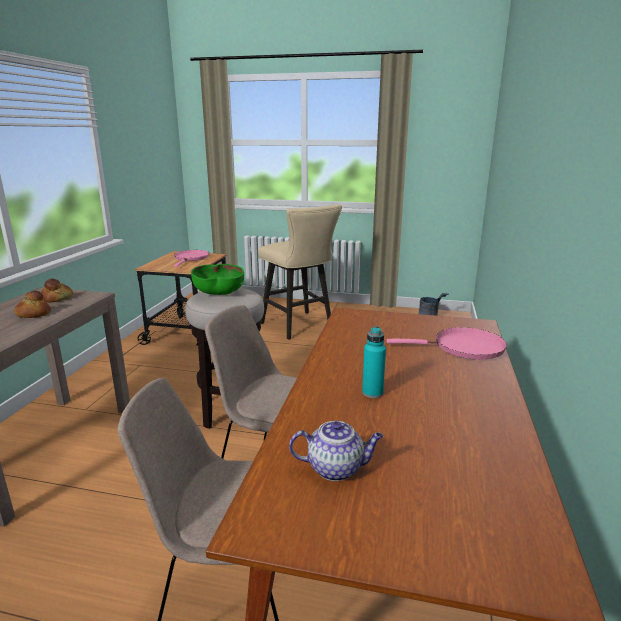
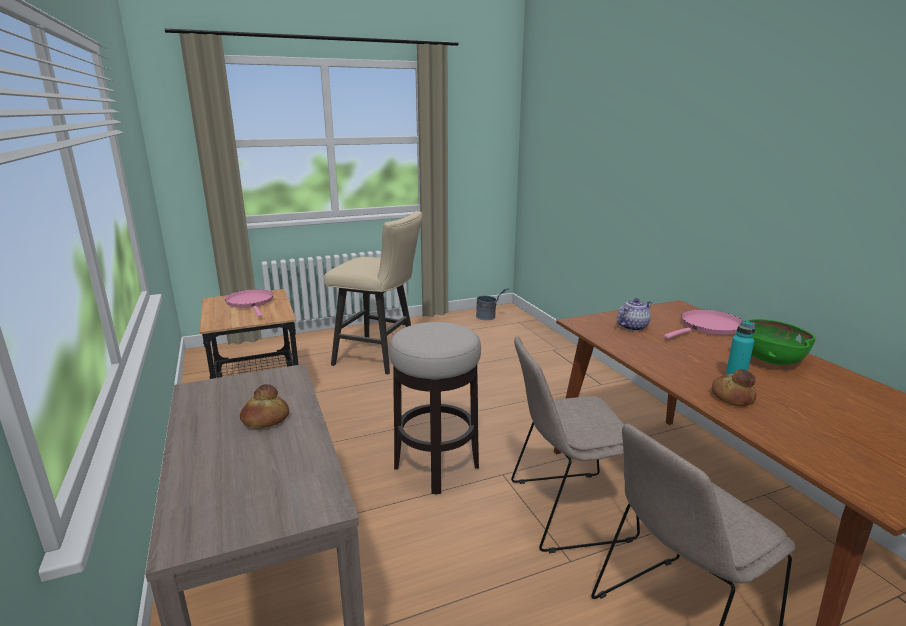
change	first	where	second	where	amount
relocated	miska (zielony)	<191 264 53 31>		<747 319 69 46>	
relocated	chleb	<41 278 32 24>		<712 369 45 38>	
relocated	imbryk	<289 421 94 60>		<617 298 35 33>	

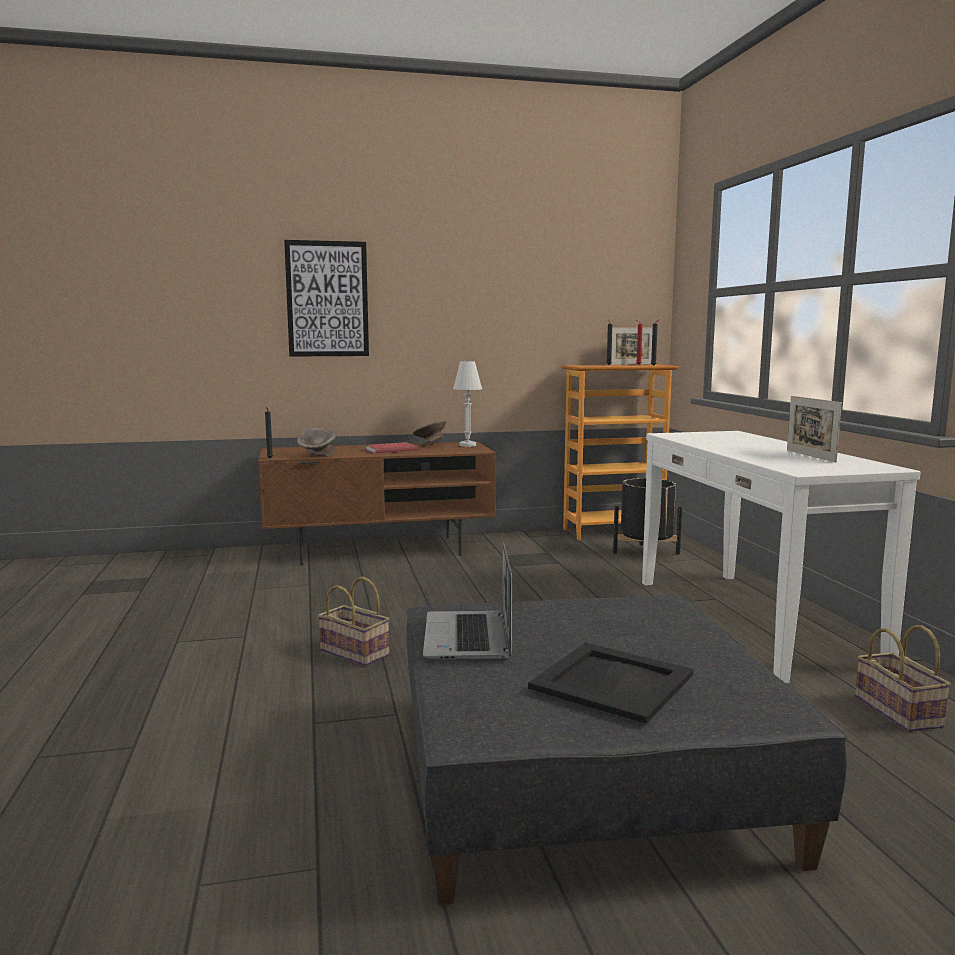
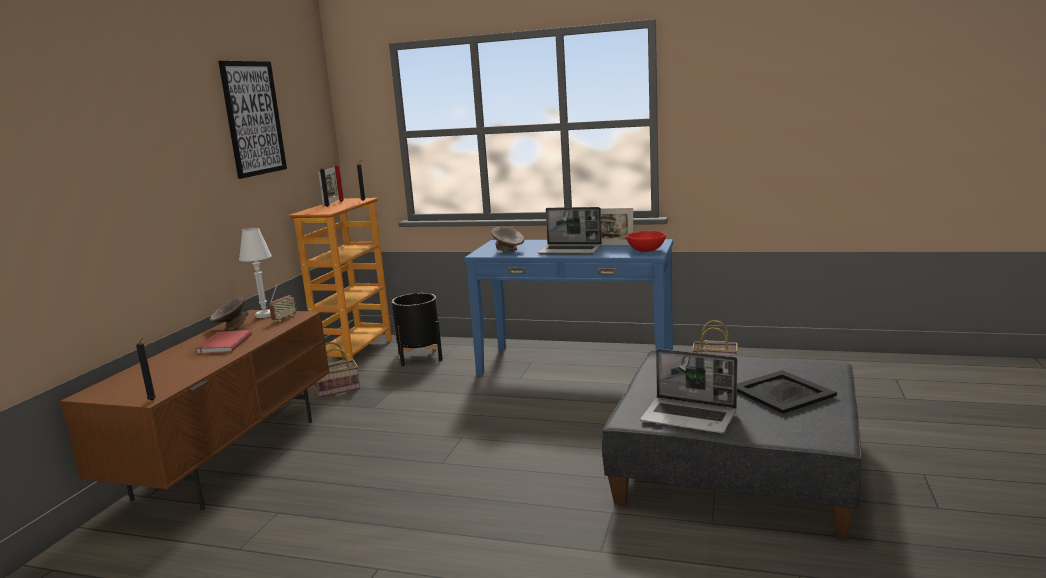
change	first	where	second	where	amount
relocated	obraz	<284 240 85 117>		<218 61 69 118>	
relocated	miska (szary)	<297 427 40 30>		<491 227 33 25>	
colour	stolik konsolowy (biały)	<642 431 279 252>	stolik konsolowy (niebieski)	<464 239 209 135>	
relocated	koszyk	<318 576 72 90>		<315 342 45 56>	
appeared			laptop	<537 207 65 48>	
appeared			miska (czerwony)	<626 231 40 21>	
appeared			radio	<269 284 28 37>	

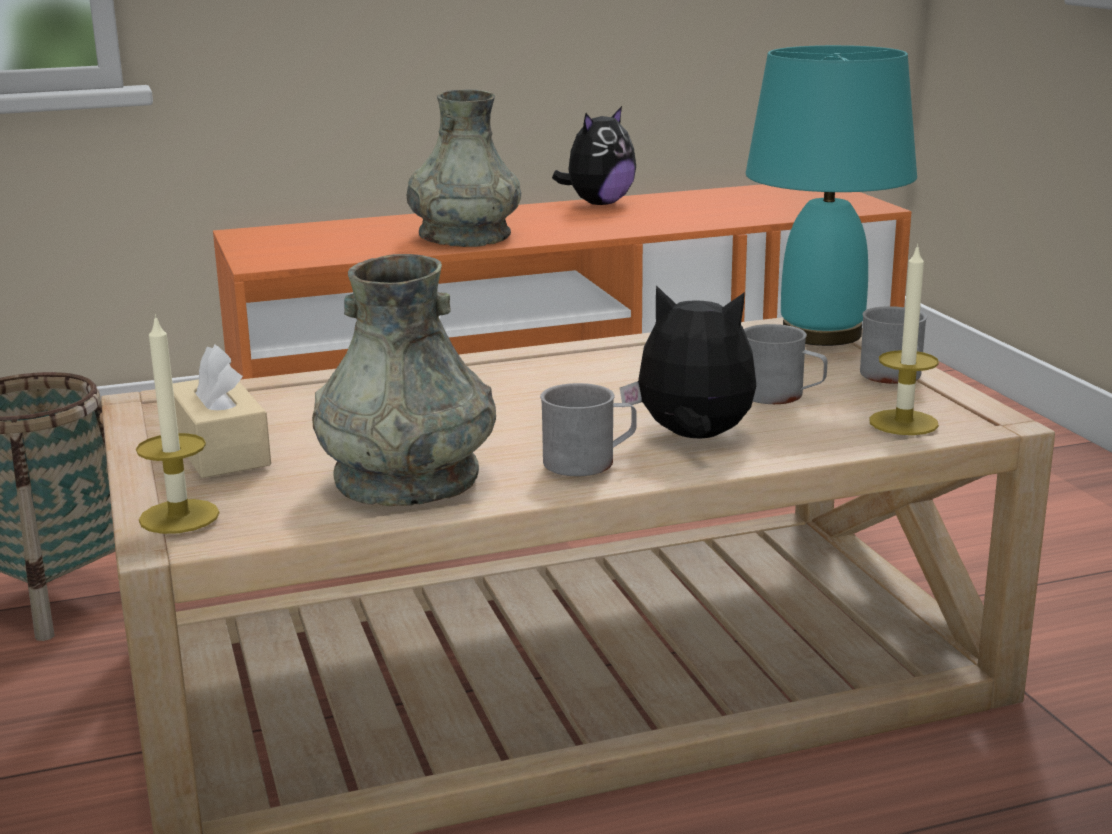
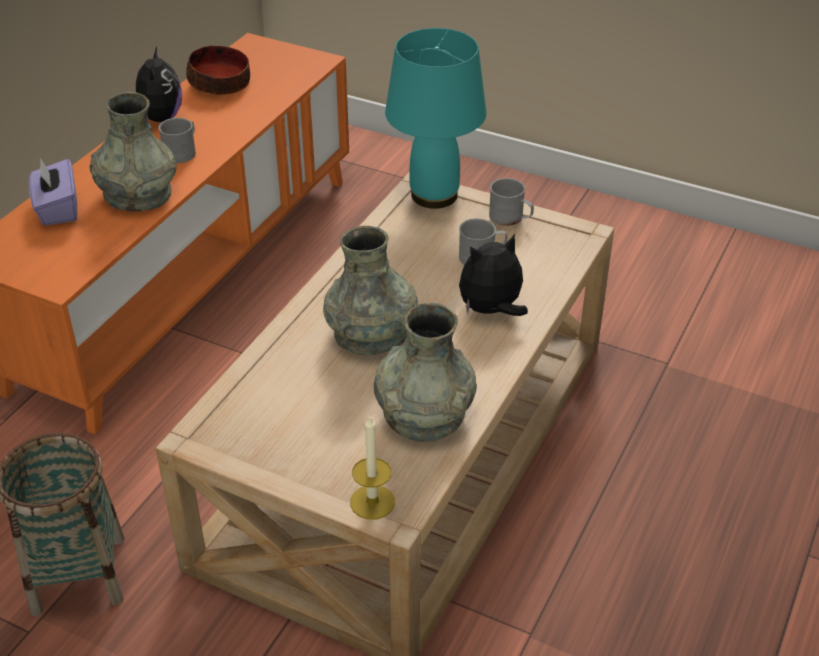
change	first	where	second	where	amount
missing	świeca	<869 244 70 191>			
missing	pudełko chusteczek (beżowy)	<173 344 98 134>			
relocated	kubek (szary)	<540 383 97 93>		<158 118 38 45>	
appeared			miska	<186 46 64 49>	
appeared			pudełko chusteczek (fioletowy)	<29 158 48 68>	
appeared			wazon (szary)	<323 226 95 129>	

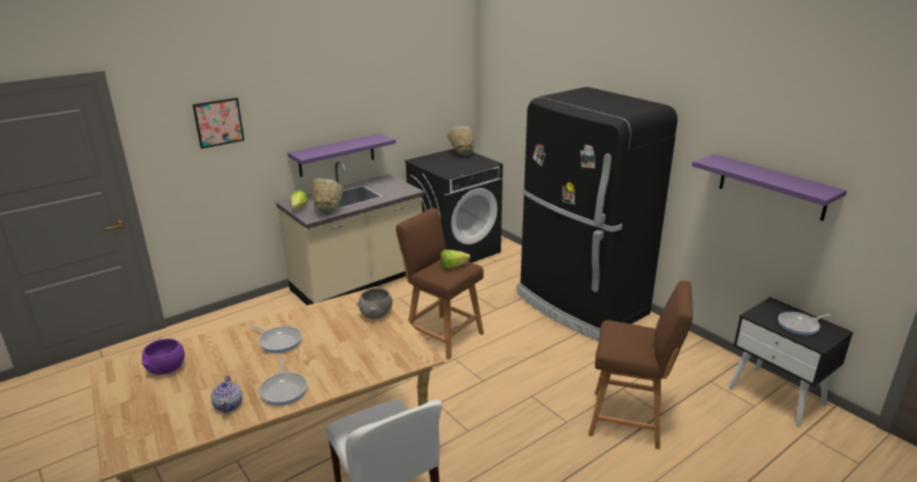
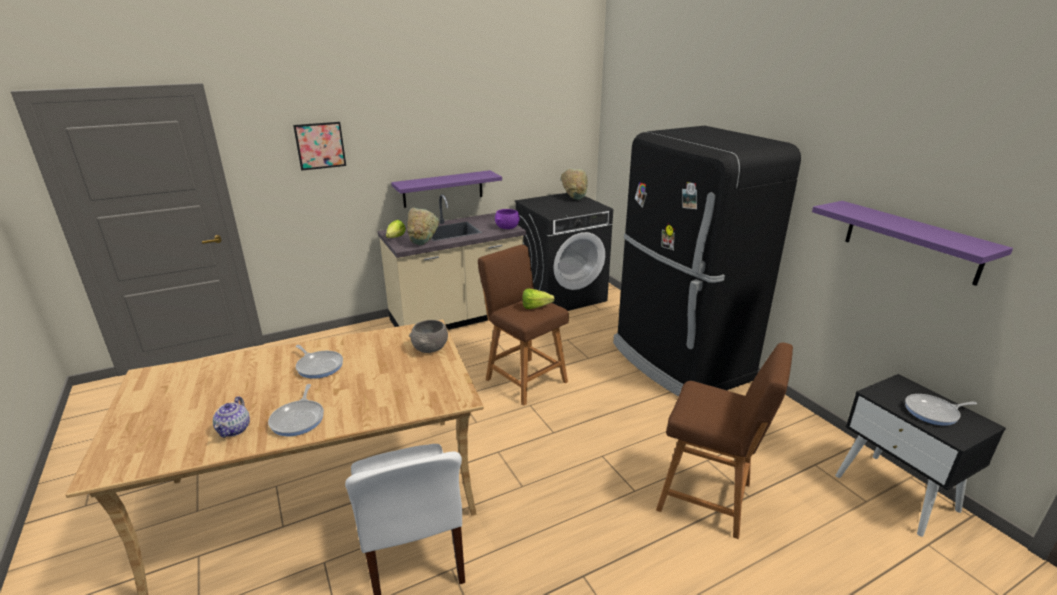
change	first	where	second	where	amount
relocated	miska (fioletowy)	<142 339 43 36>		<495 209 25 20>	

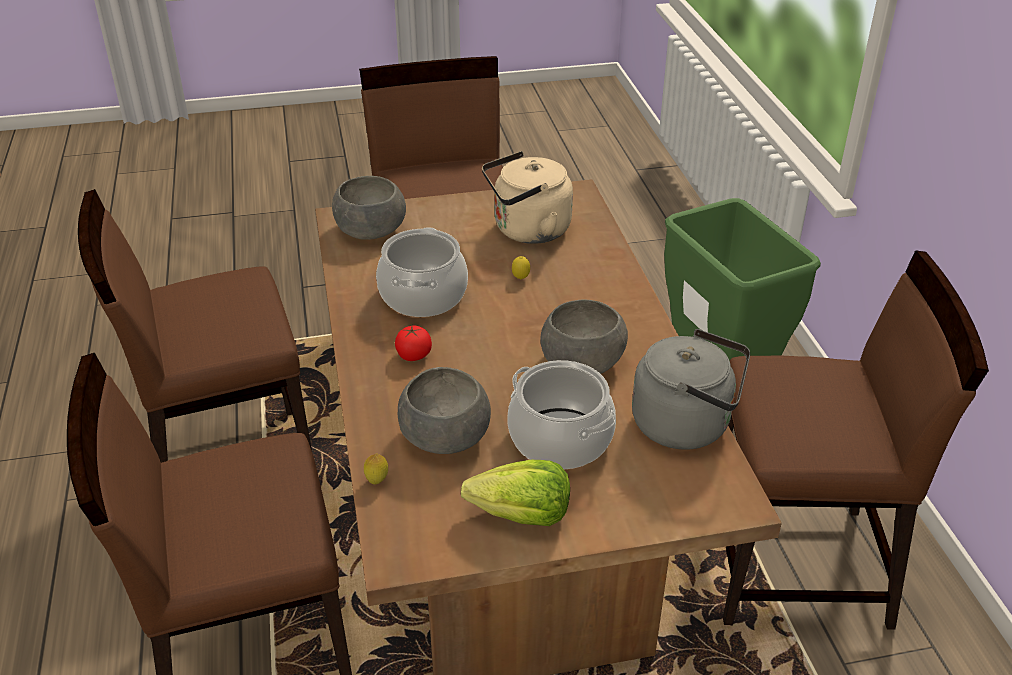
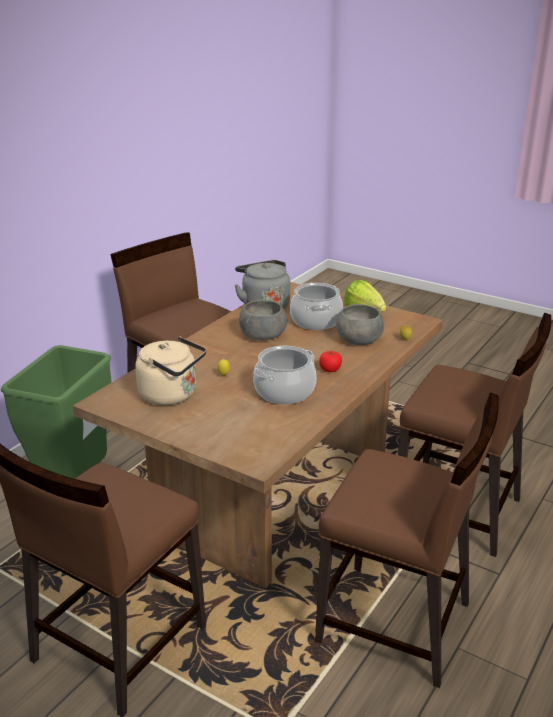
change	first	where	second	where	amount
missing	miska (szary)	<332 176 74 64>			

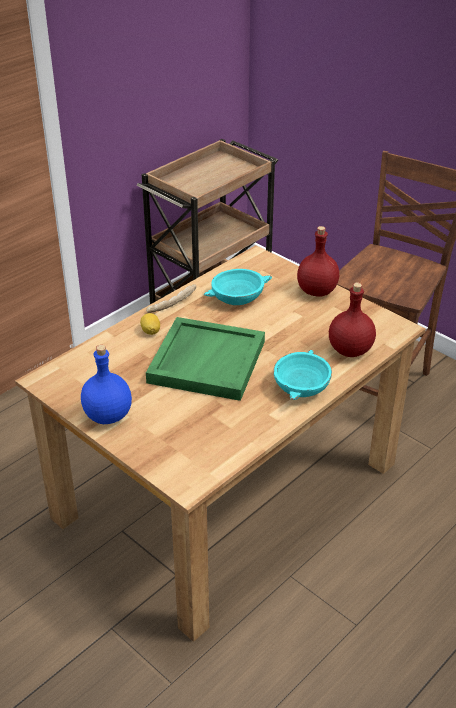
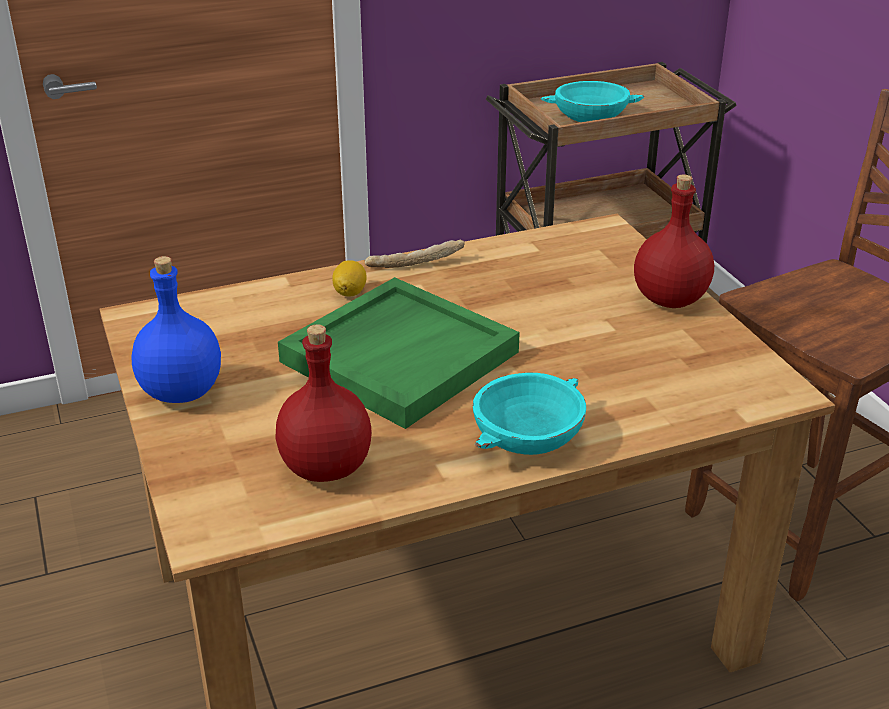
change	first	where	second	where	amount
relocated	miska (turkusowy)	<204 269 68 36>		<541 81 103 41>	
relocated	butelka (czerwony)	<329 282 47 75>		<275 324 97 158>	

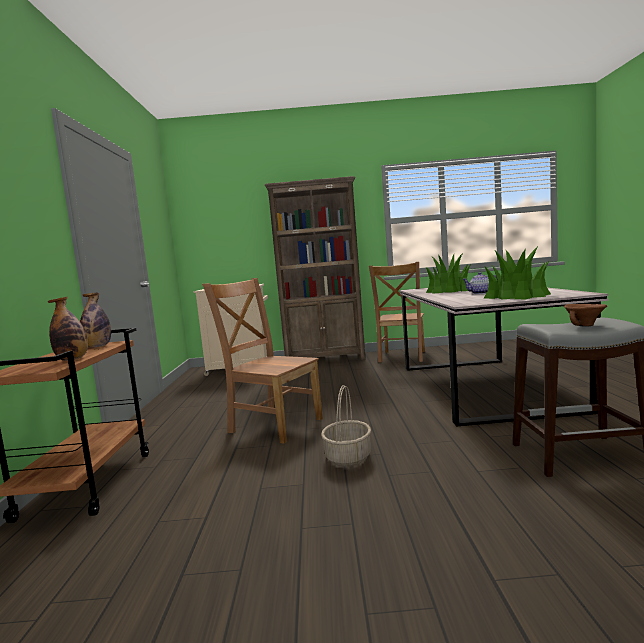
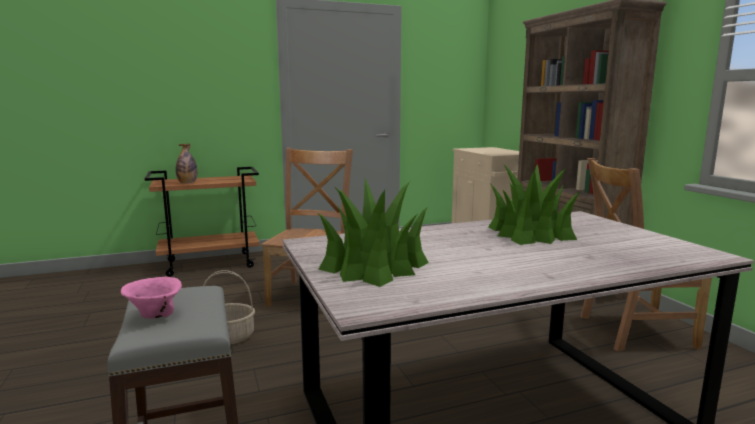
change	first	where	second	where	amount
missing	imbryk	<462 272 35 22>			
missing	butelka	<80 293 31 54>			
colour	miska (brązowy)	<564 304 43 23>	miska (różowy)	<121 277 61 41>	

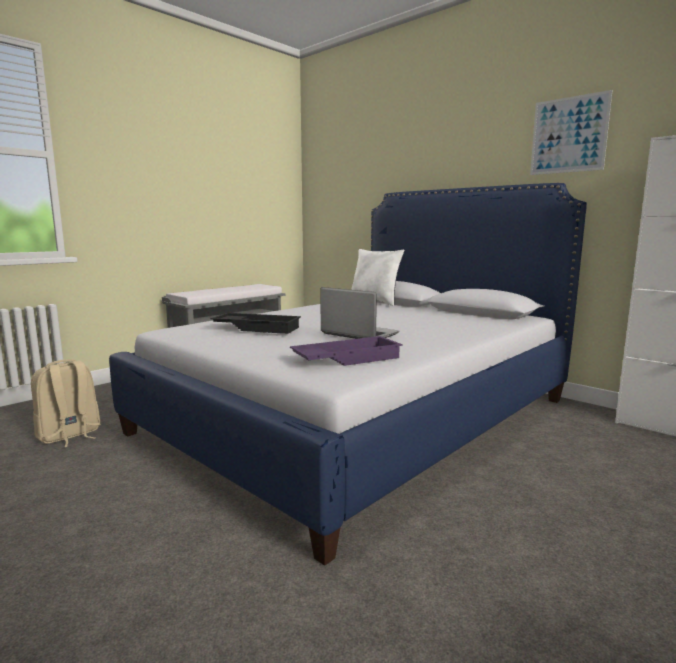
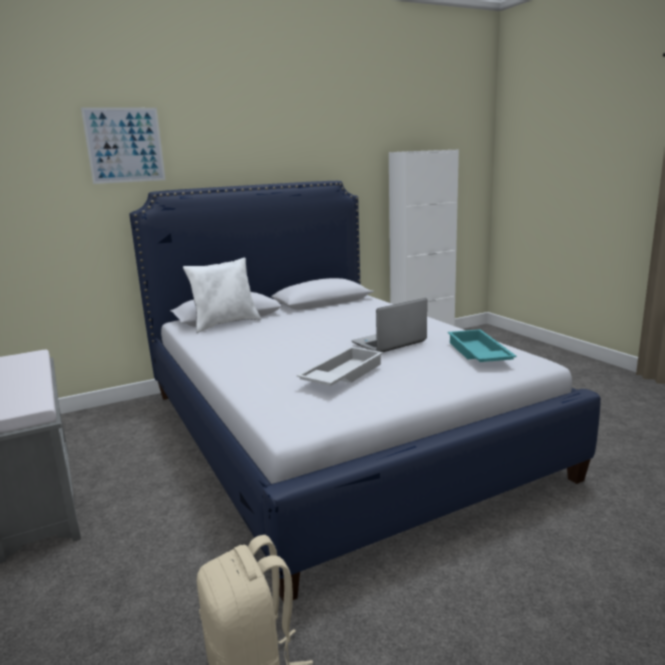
change	first	where	second	where	amount
relocated	obraz	<530 90 82 85>		<81 107 85 77>	
colour	taca (czarny)	<211 313 90 21>	taca (biały)	<296 347 87 39>	
colour	taca (fioletowy)	<290 336 113 30>	taca (turkusowy)	<448 329 69 33>	

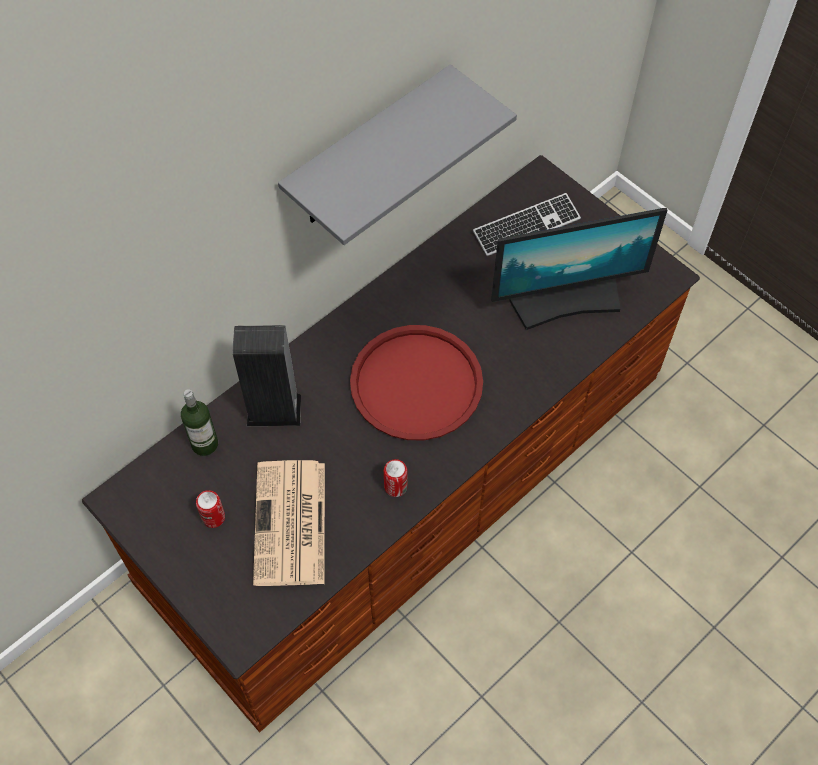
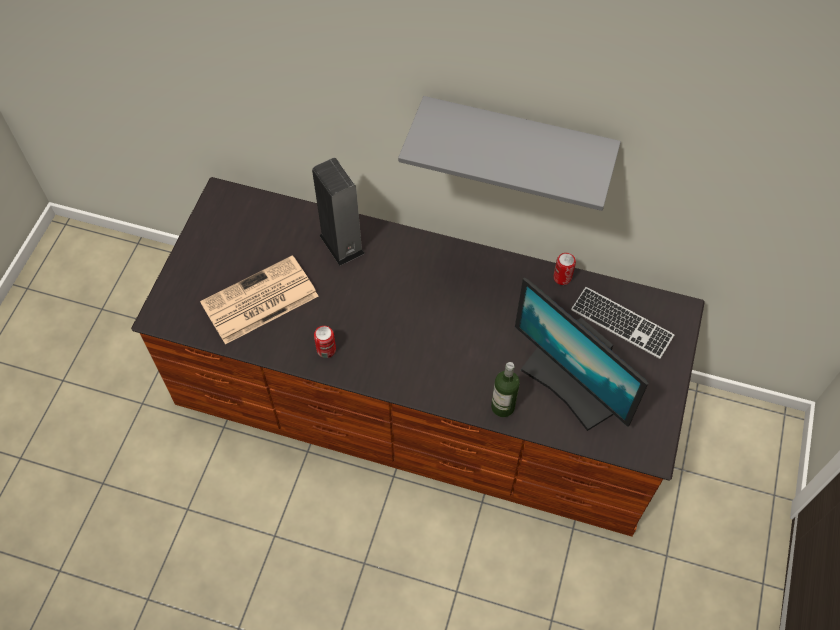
change	first	where	second	where	amount
missing	taca (czerwony)	<350 325 133 115>			
relocated	butelka	<181 389 37 67>		<491 362 29 55>	
relocated	puszka	<196 490 29 38>		<553 253 23 32>	

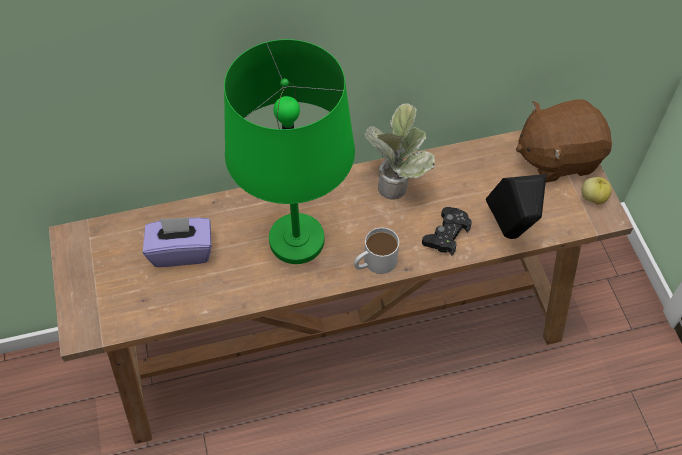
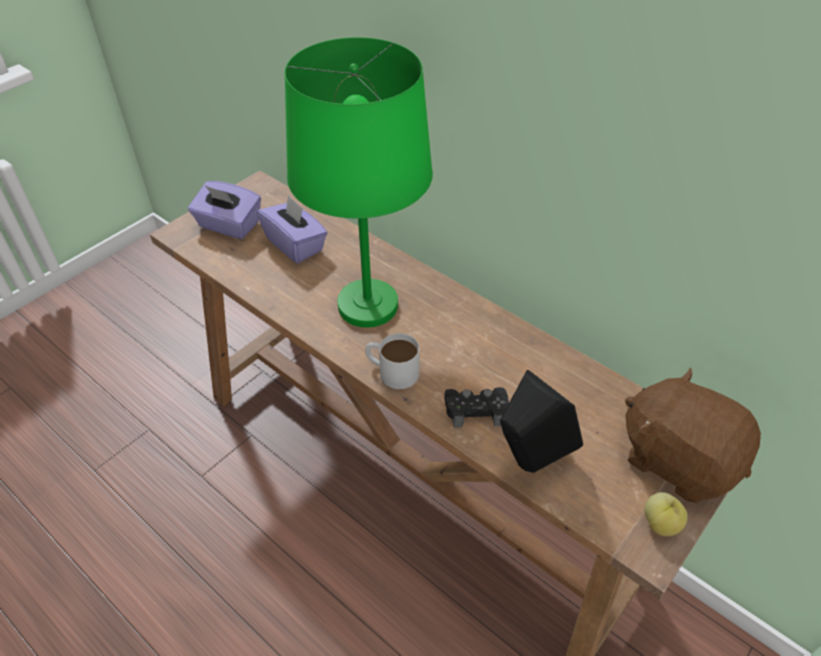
change	first	where	second	where	amount
missing	roślina doniczkowa	<364 103 71 97>			
appeared			pudełko chusteczek (fioletowy)	<188 181 73 58>	

